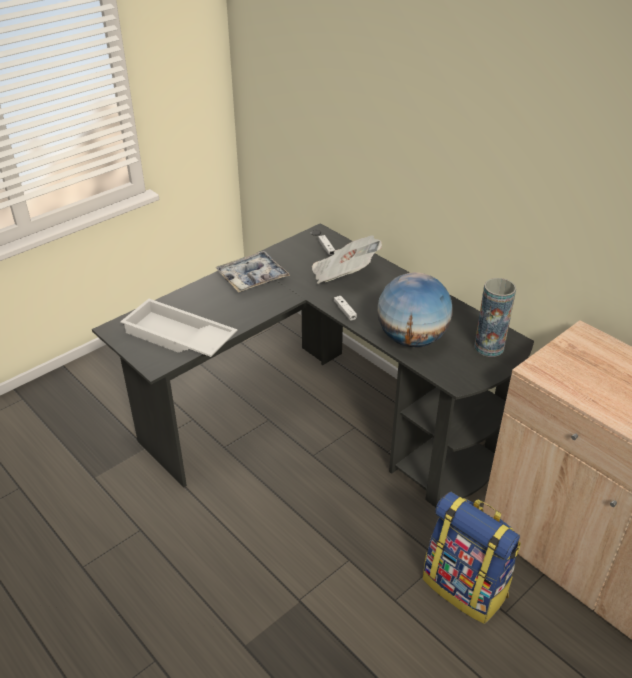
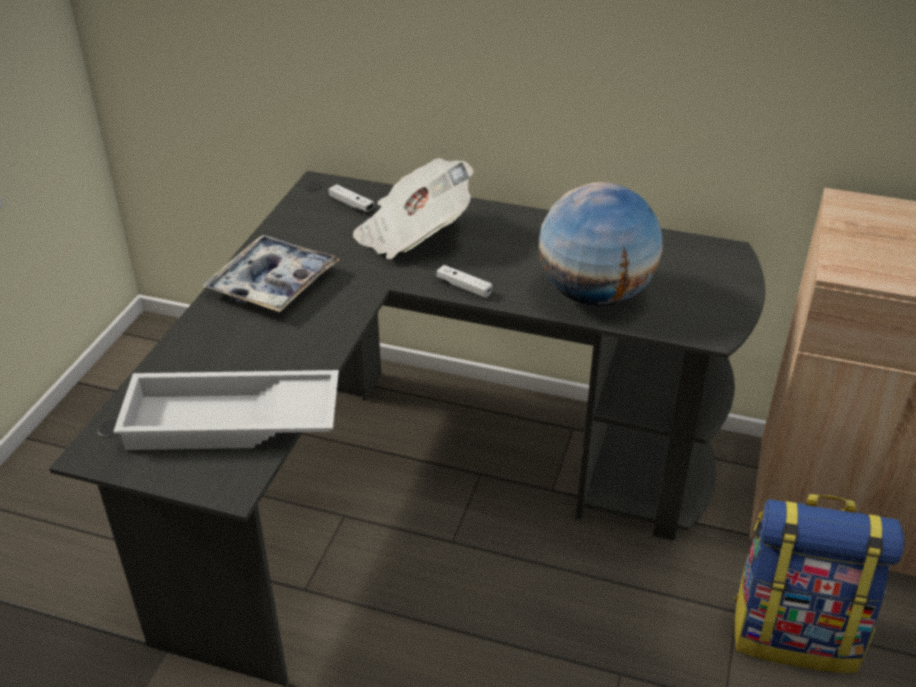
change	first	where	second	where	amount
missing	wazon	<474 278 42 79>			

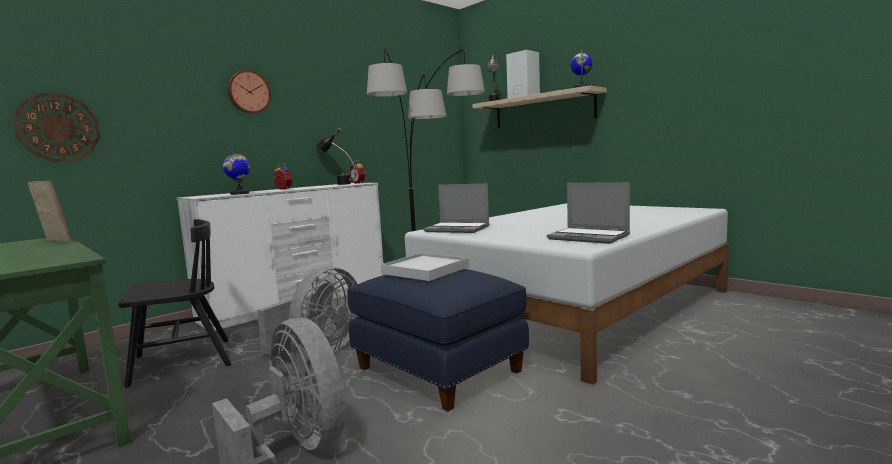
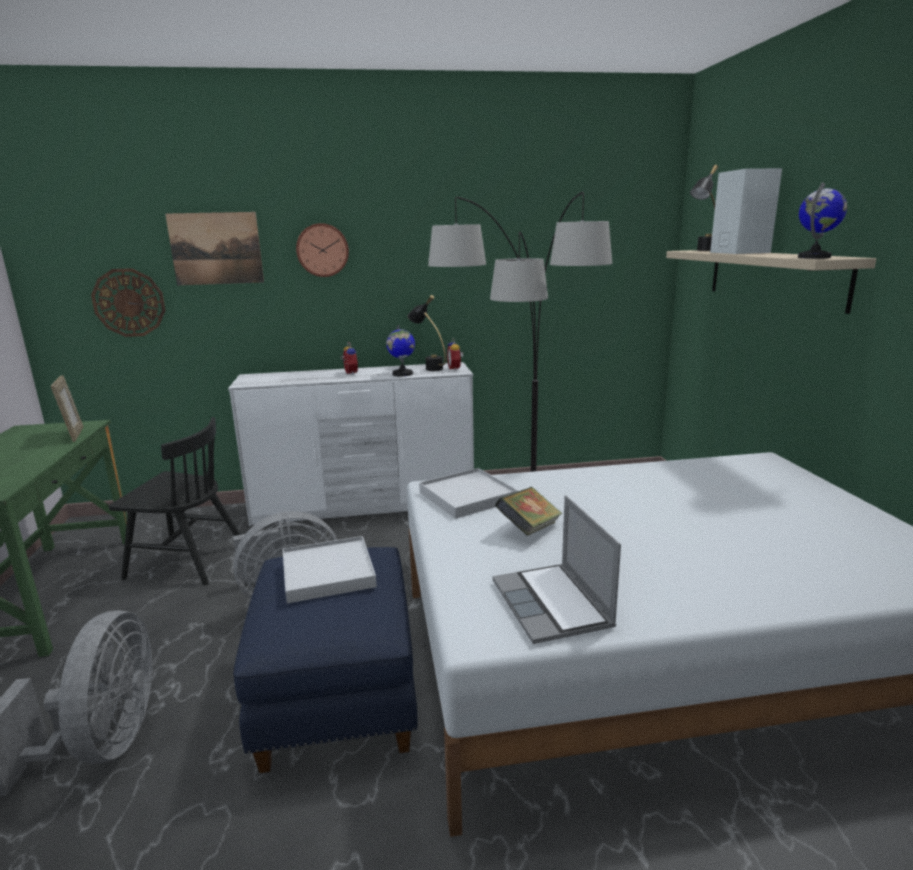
change	first	where	second	where	amount
relocated	globus	<223 151 27 44>		<386 325 29 52>	
exchanged	laptop	<424 183 66 50>	taca (biały)	<419 468 99 51>	
appeared			obraz	<165 212 99 73>	
appeared			książka	<495 487 68 49>	

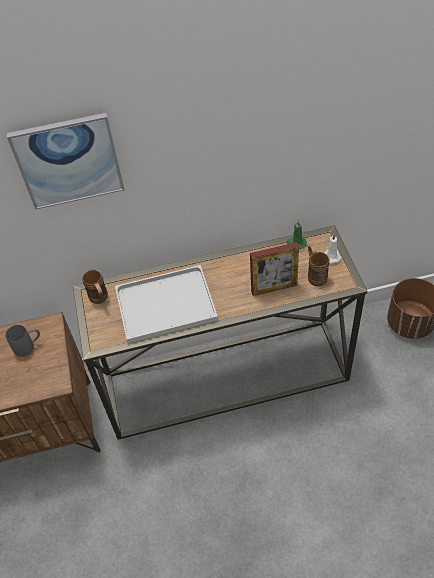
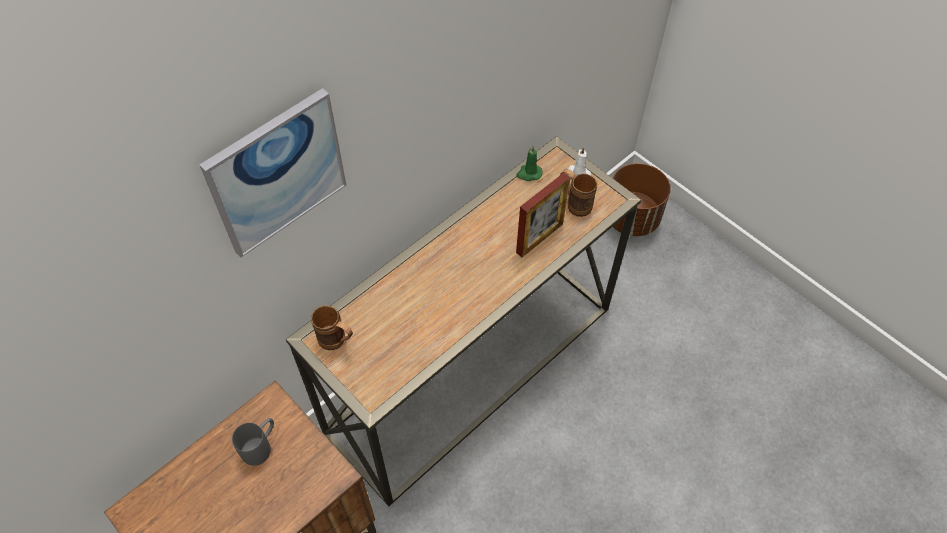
change	first	where	second	where	amount
missing	taca (biały)	<115 265 103 78>			

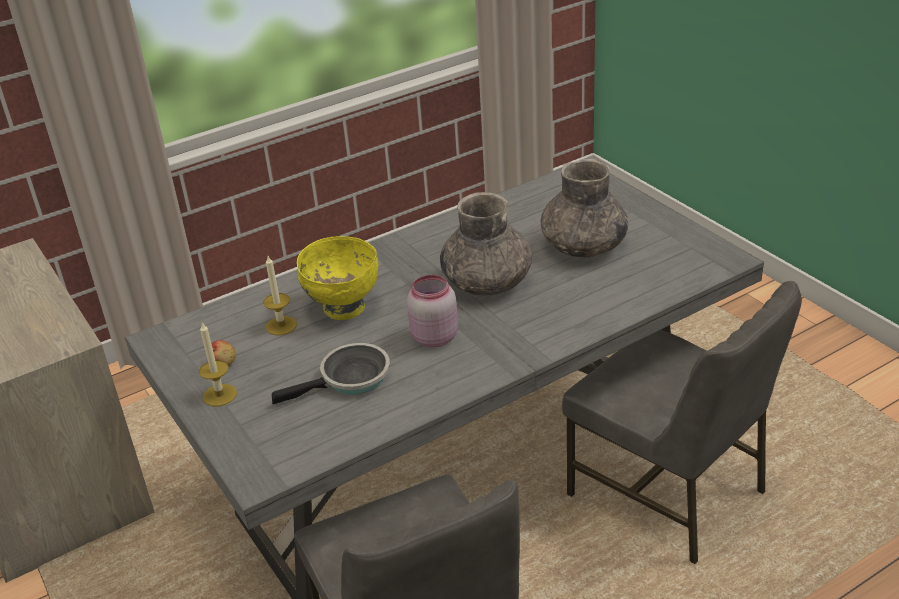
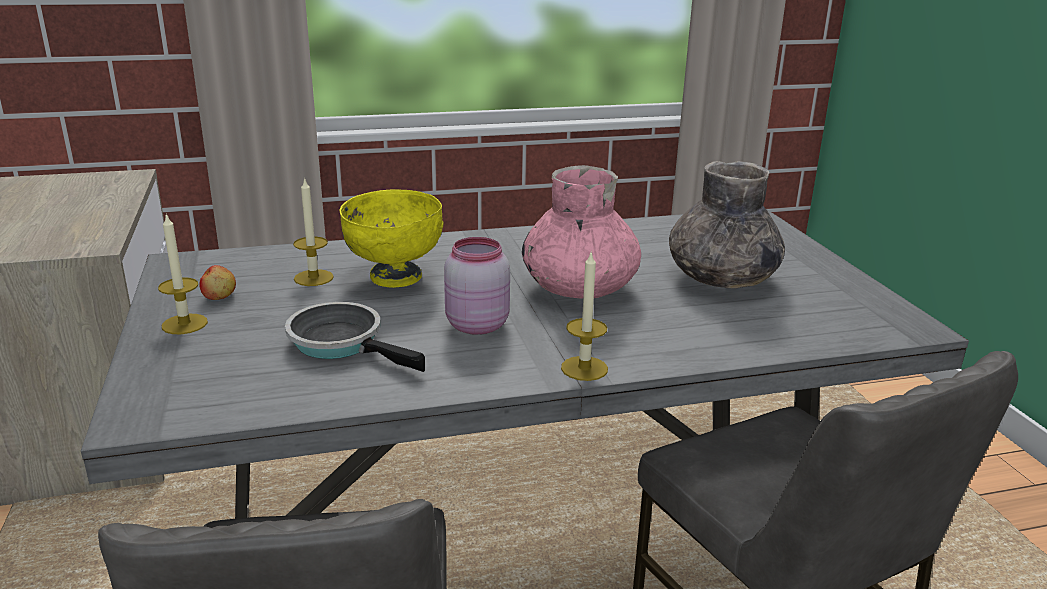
change	first	where	second	where	amount
colour	wazon (szary)	<440 192 92 104>	wazon (różowy)	<522 165 119 134>	
spun	patelnia	<272 343 118 61>		<285 302 140 70>	135 degrees counterclockwise
appeared			świeca	<561 250 47 131>	

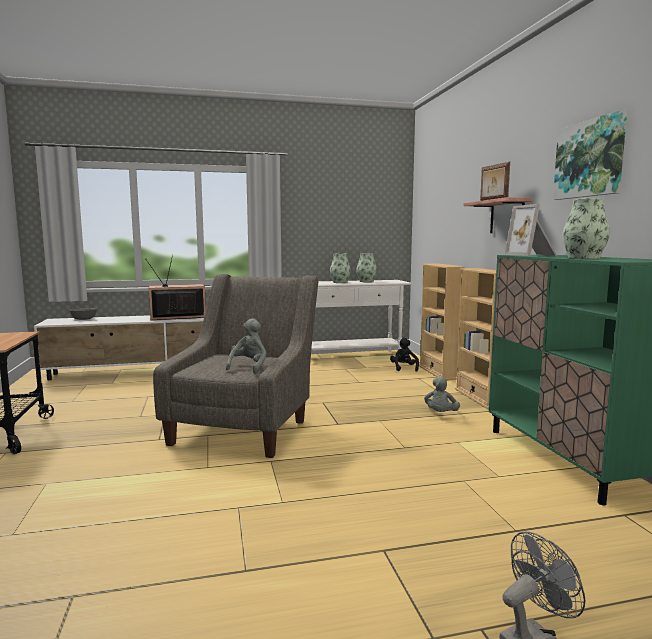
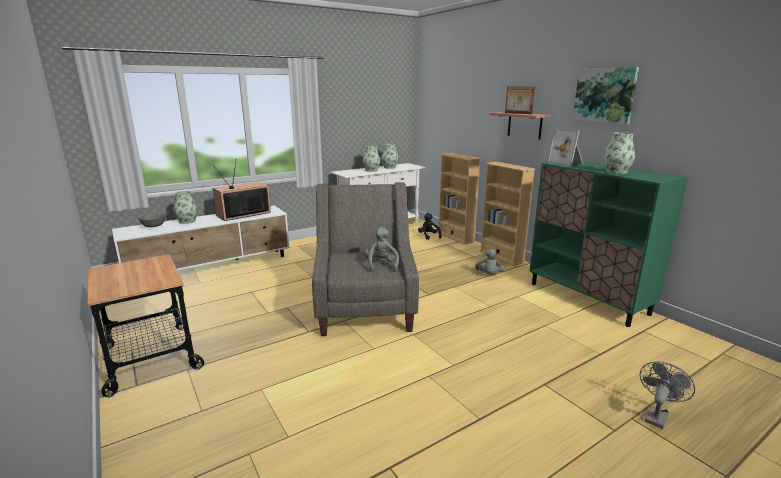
change	first	where	second	where	amount
appeared			wazon	<173 191 24 33>	

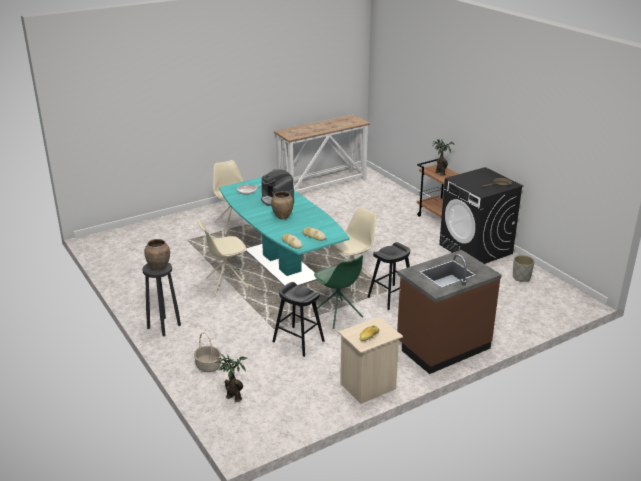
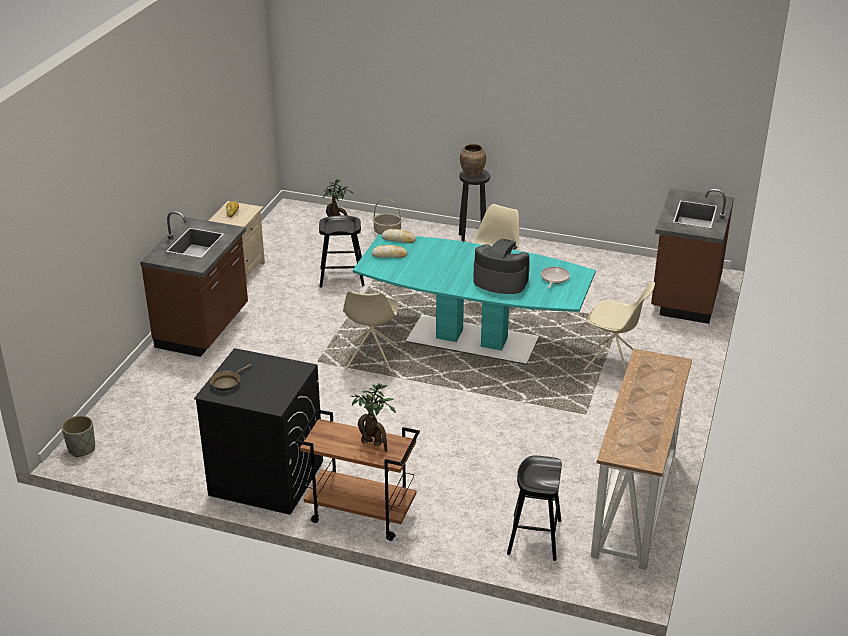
change	first	where	second	where	amount
missing	wazon (brązowy)	<271 191 23 29>			
relocated	stołek (czarny)	<368 242 42 68>		<507 456 55 105>	
missing	krzesło (zielony)	<313 255 50 74>			
relocated	donica (szary)	<513 255 21 27>		<62 415 33 42>	
appeared			zabudowa kuchenna (brązowy)	<651 188 83 136>	

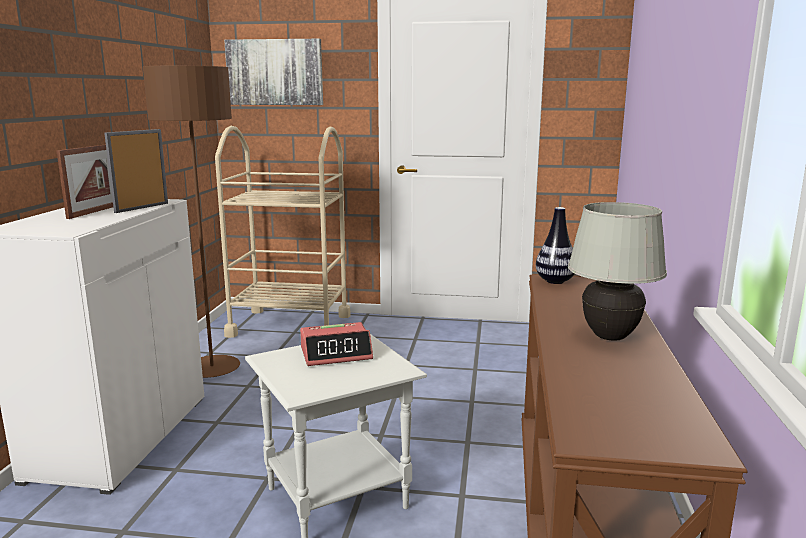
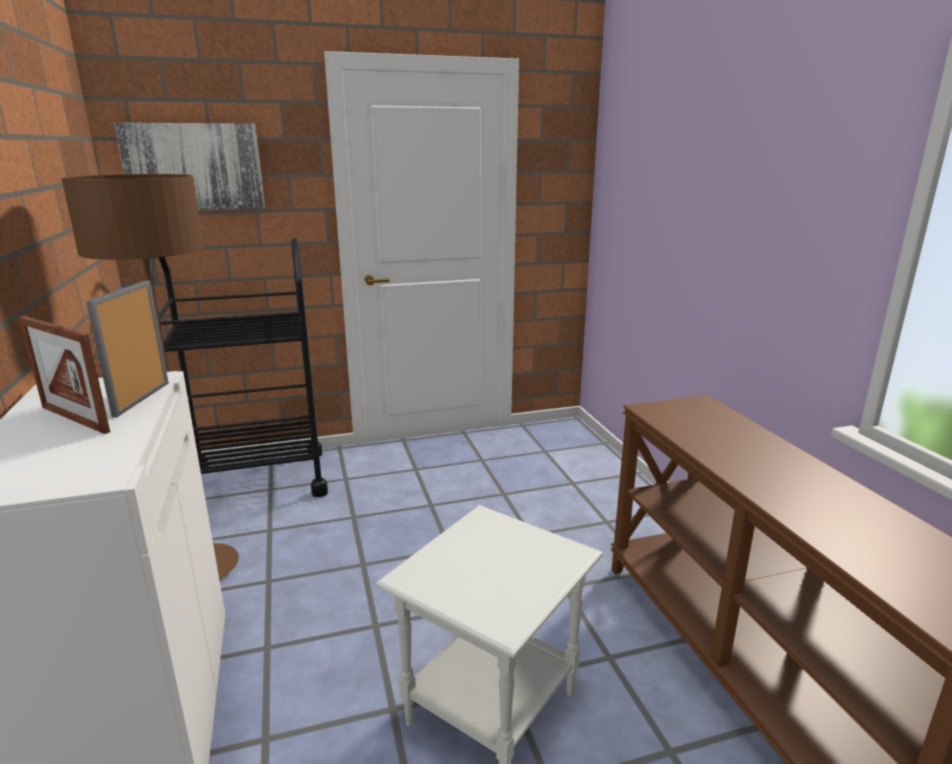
change	first	where	second	where	amount
colour	wózek (beżowy)	<215 126 136 212>	wózek (czarny)	<148 238 180 259>	
spun	ramka na zdjęcie	<57 144 56 75>		<19 316 91 118>	135 degrees clockwise
missing	lampa stołowa (biały)	<568 202 99 139>			
missing	wazon	<536 207 38 77>			
missing	budzik	<300 322 73 44>			

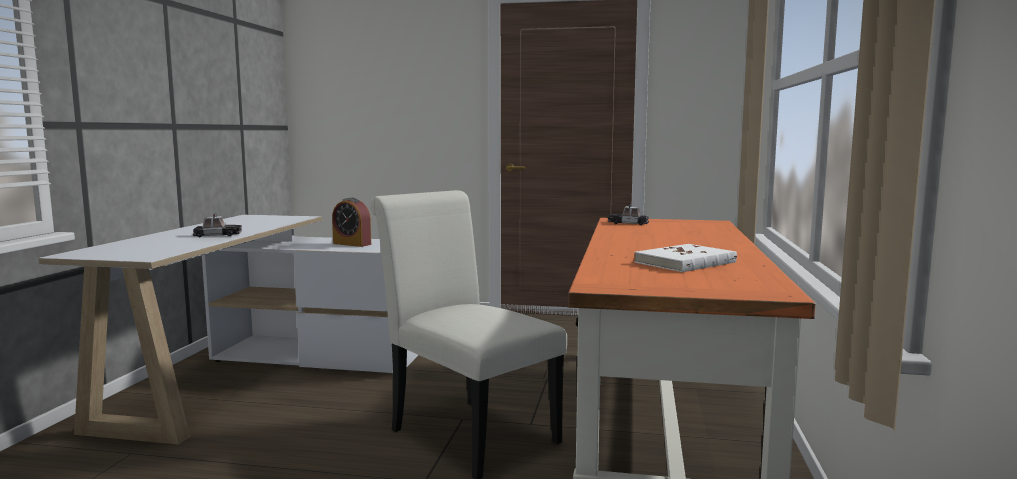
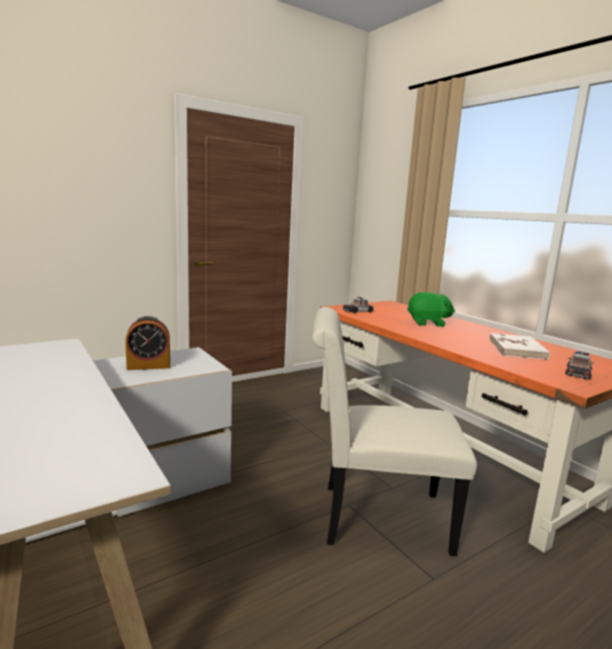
change	first	where	second	where	amount
relocated	samochodzik	<193 214 49 23>		<565 351 30 28>	
appeared			pluszak (zielony)	<407 292 48 35>	

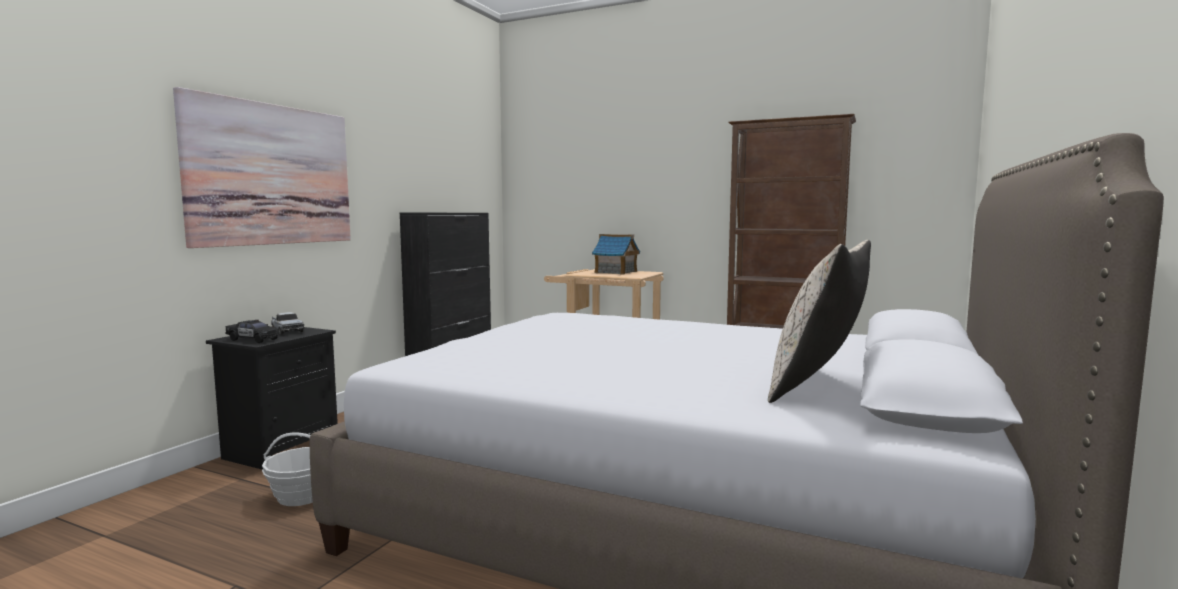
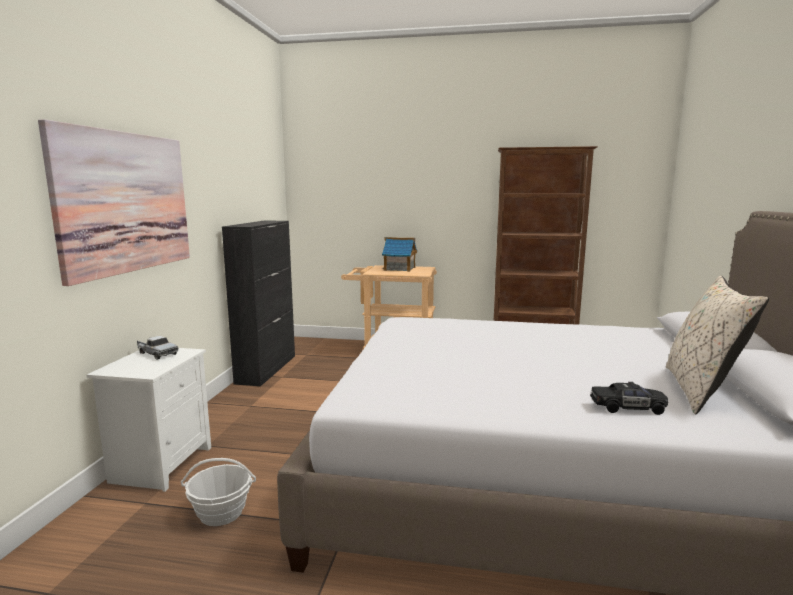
change	first	where	second	where	amount
relocated	samochodzik (czarny)	<225 320 53 23>		<590 382 78 33>	
colour	szafka nocna (czarny)	<206 327 132 142>	szafka nocna (biały)	<86 348 125 144>	

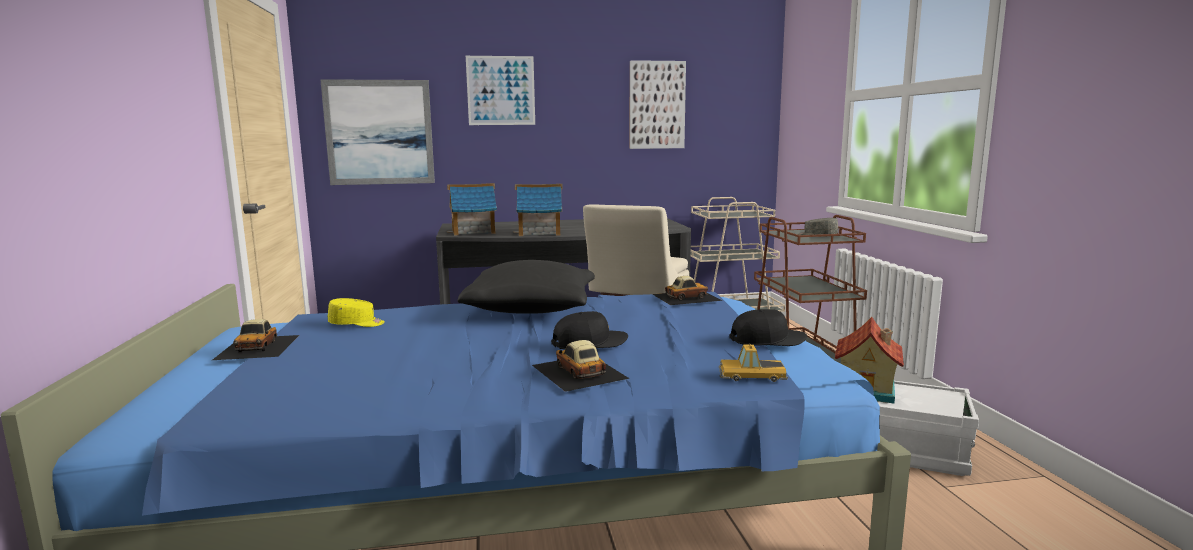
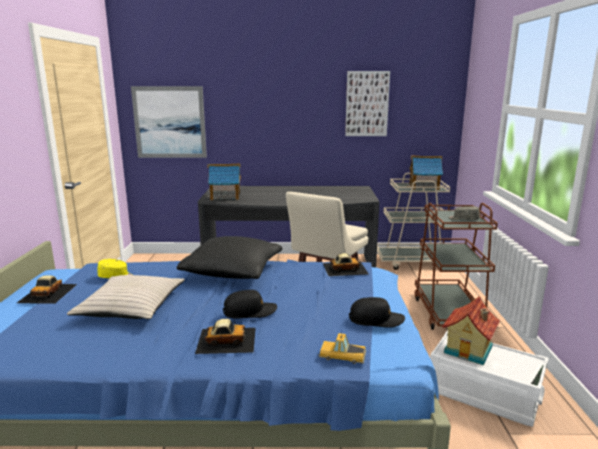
change	first	where	second	where	amount
missing	obraz	<466 56 69 69>			
relocated	domek	<513 184 50 52>		<407 155 36 35>	
spun	samochodzik	<532 340 98 52>		<195 319 61 35>	105 degrees clockwise
appeared			poduszka (beżowy)	<67 275 118 44>	

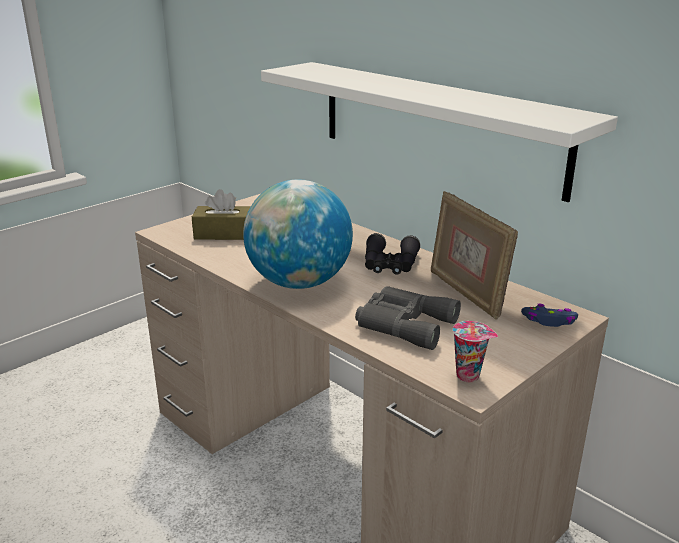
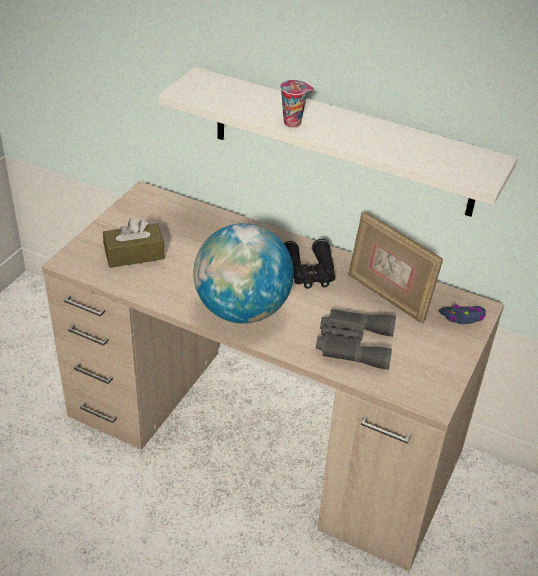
change	first	where	second	where	amount
relocated	filiżanka	<453 321 45 61>		<280 80 34 47>	

